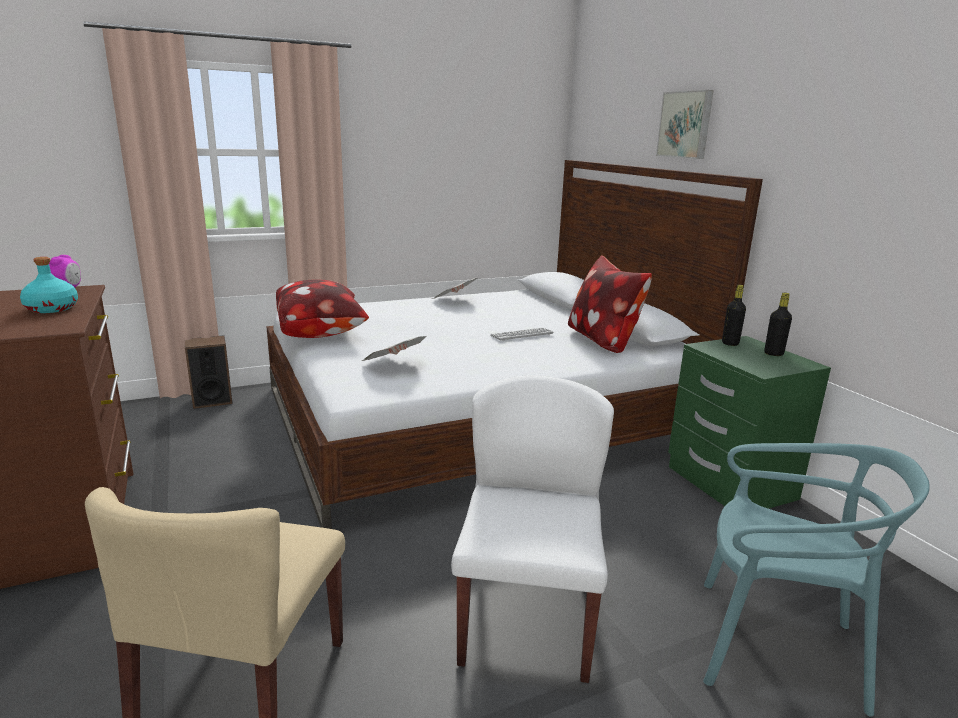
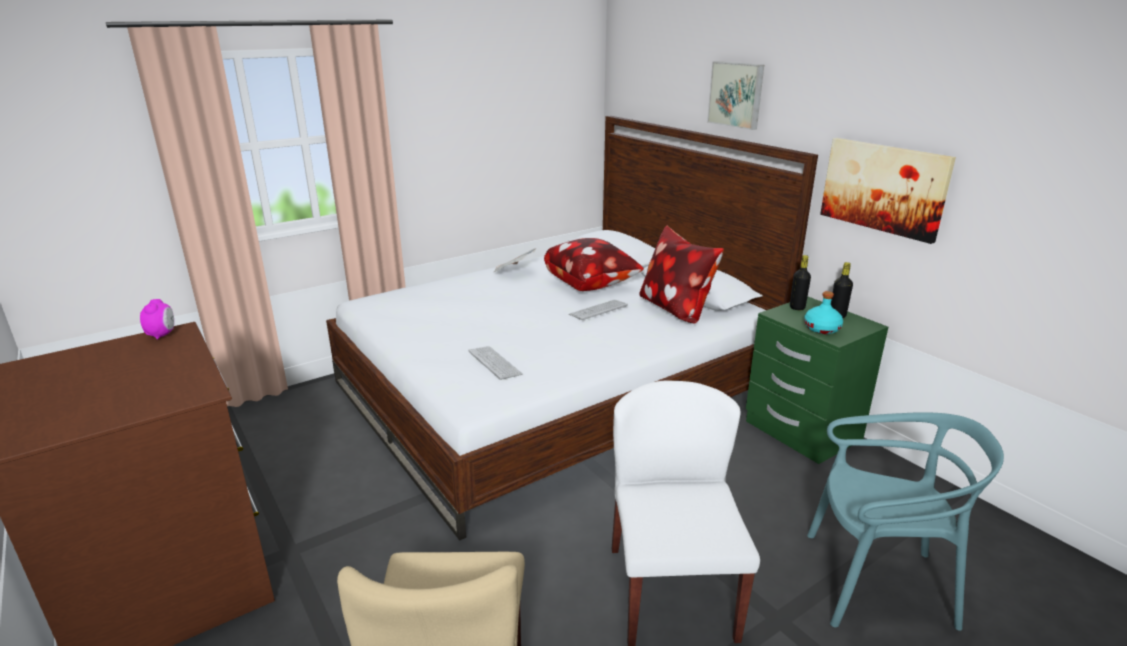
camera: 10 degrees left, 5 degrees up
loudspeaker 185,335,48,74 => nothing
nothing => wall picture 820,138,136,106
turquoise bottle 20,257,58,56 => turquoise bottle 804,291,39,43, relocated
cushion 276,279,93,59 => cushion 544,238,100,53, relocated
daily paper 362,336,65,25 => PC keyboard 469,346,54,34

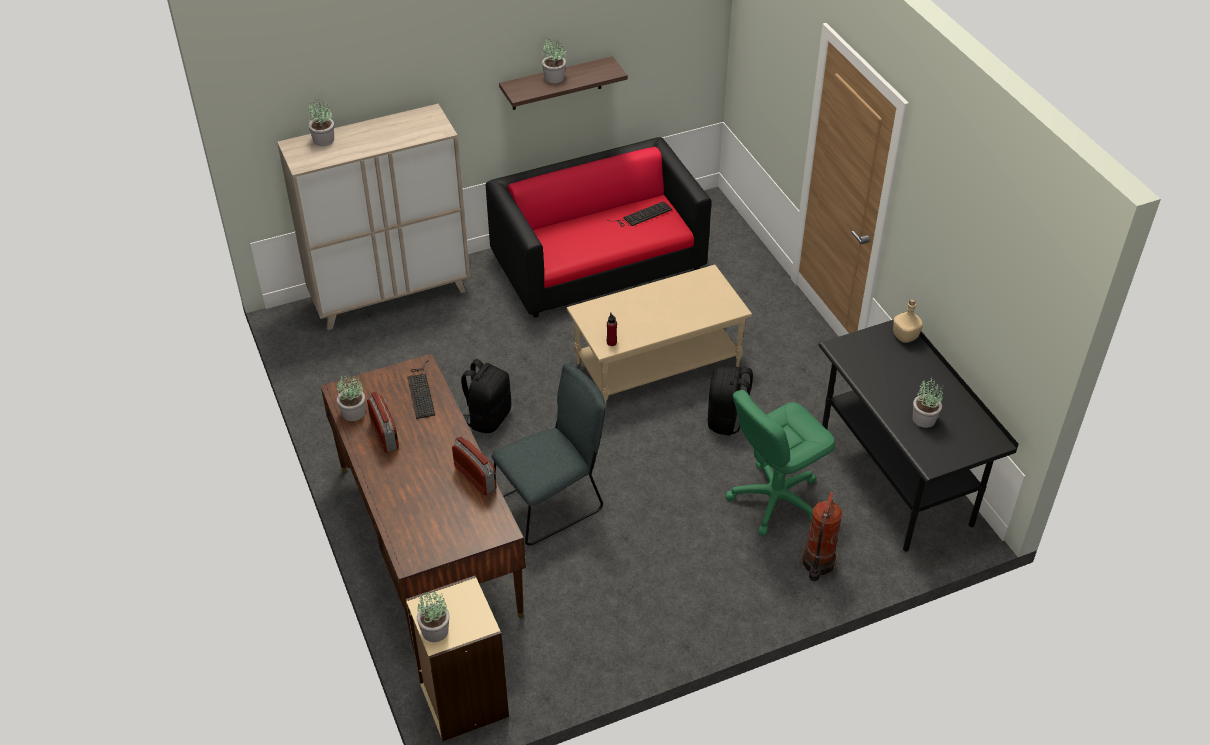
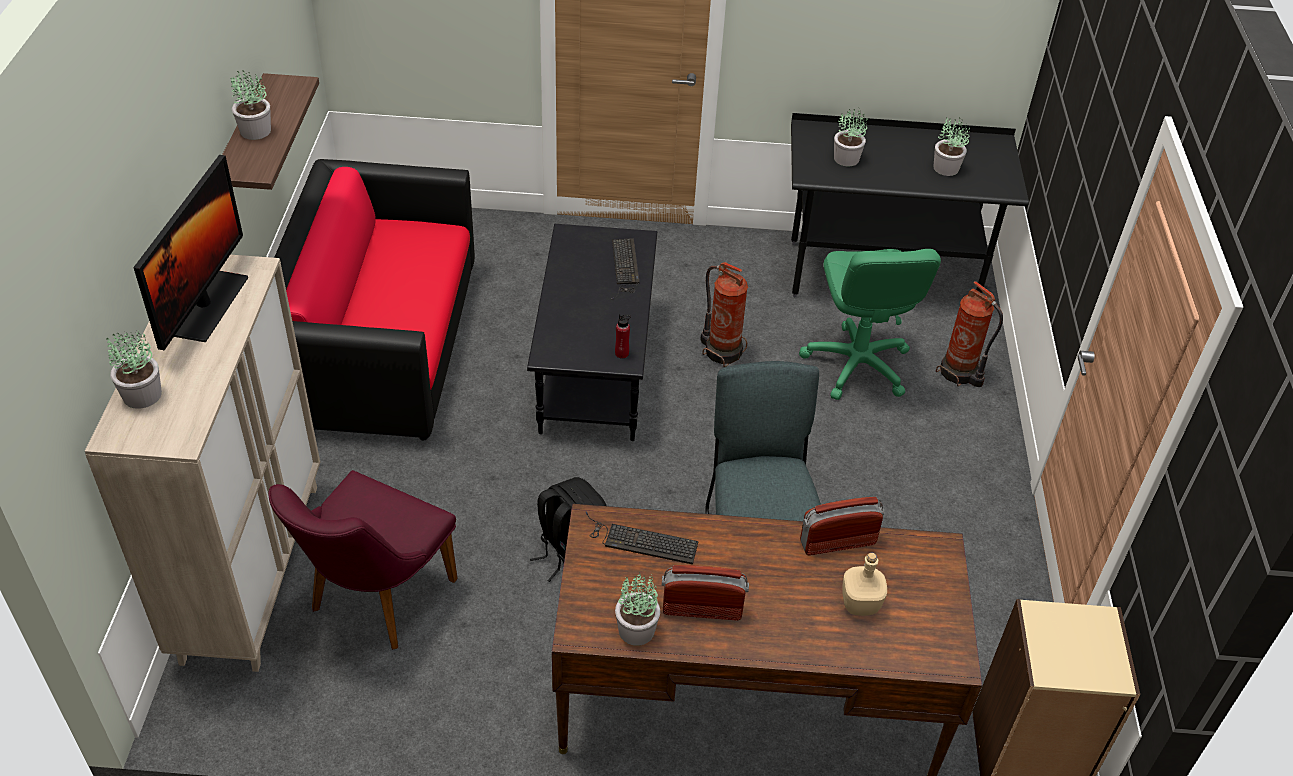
camera: 65 degrees left, 0 degrees up
nothing => monitor 134,155,114,195
nothing => purple-coloured upright chair 268,470,190,180
houseplant 417,591,33,51 => houseplant 834,108,34,58, relocated
PC keyboard 607,201,65,26 => PC keyboard 612,238,27,61, relocated
sand-coloured bottle 893,299,30,44 => sand-coloured bottle 842,552,45,64, relocated
blackish backpack 708,367,45,69 => fire extinguisher 700,262,48,105
sand-coloured low table 567,265,185,138 => blackish low table 527,224,130,217

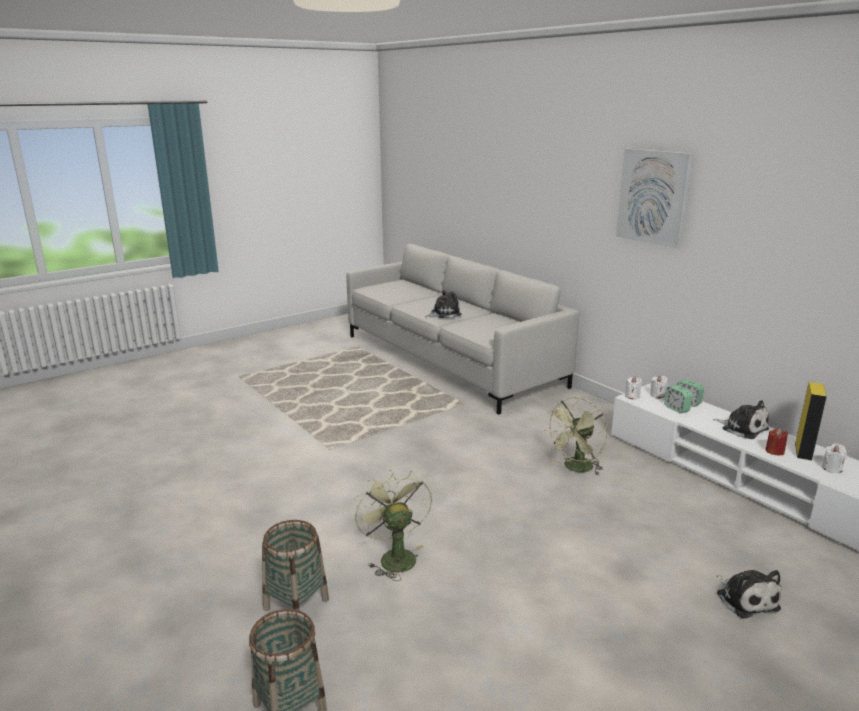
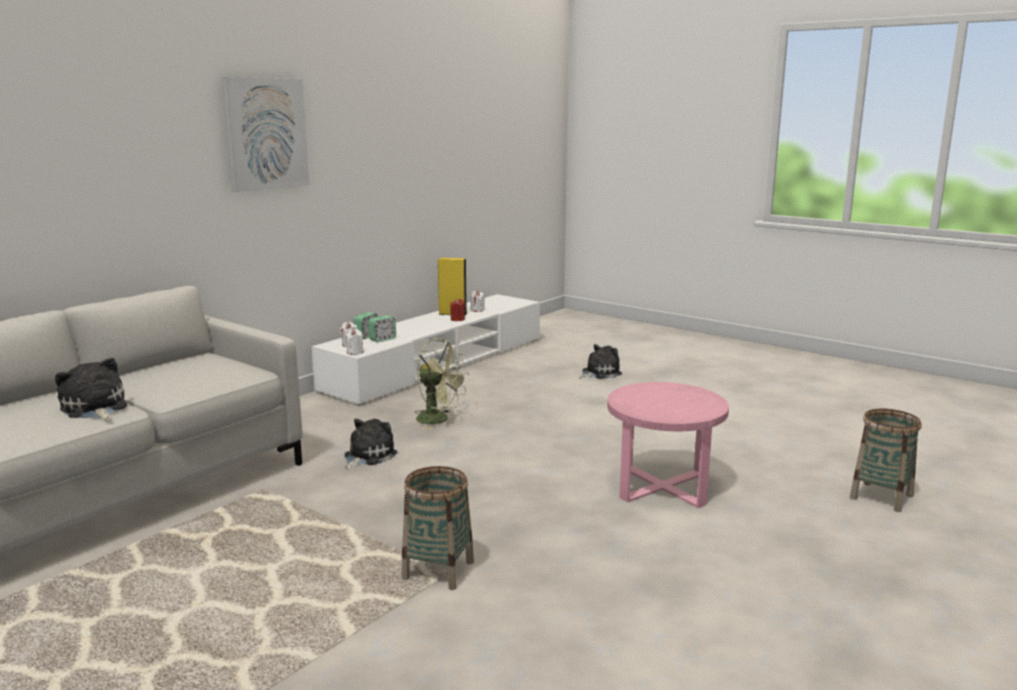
camera: 105 degrees left, 5 degrees down
storage basket 262,520,67,91 => storage basket 402,466,72,124, relocated
soft toy 713,400,56,39 => soft toy 344,419,53,50, relocated
greenish cooling fan 354,470,78,111 => pinkish accent table 607,382,122,126

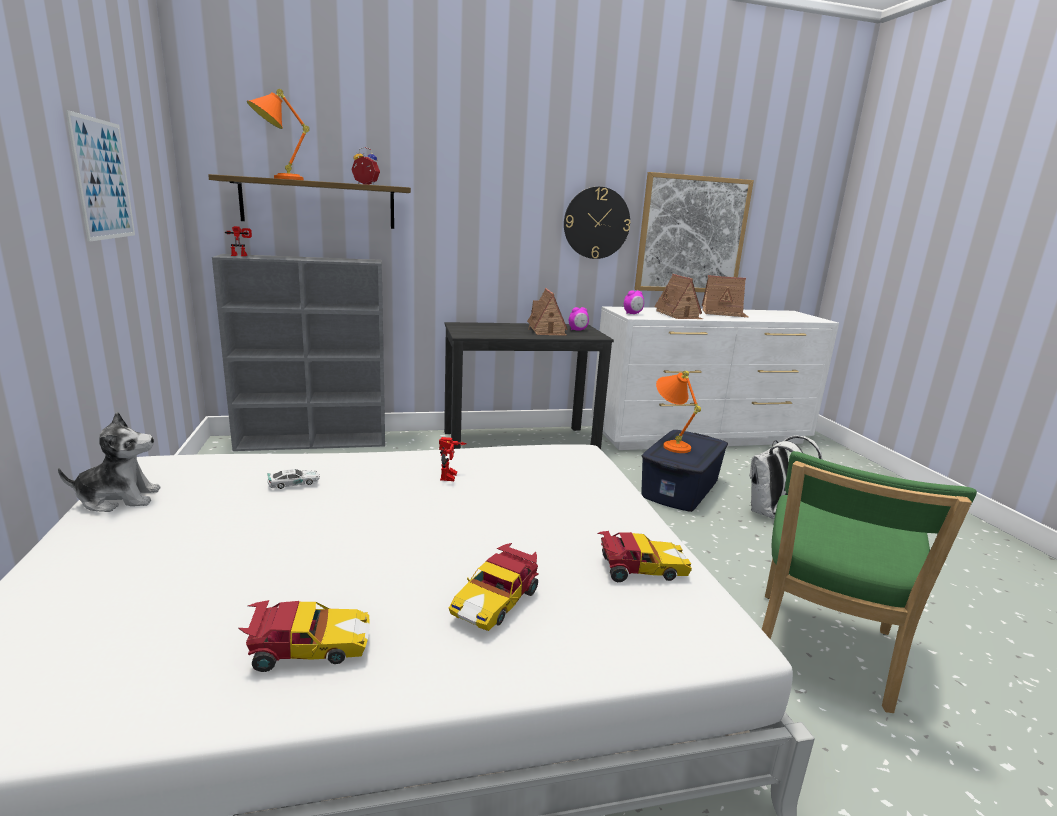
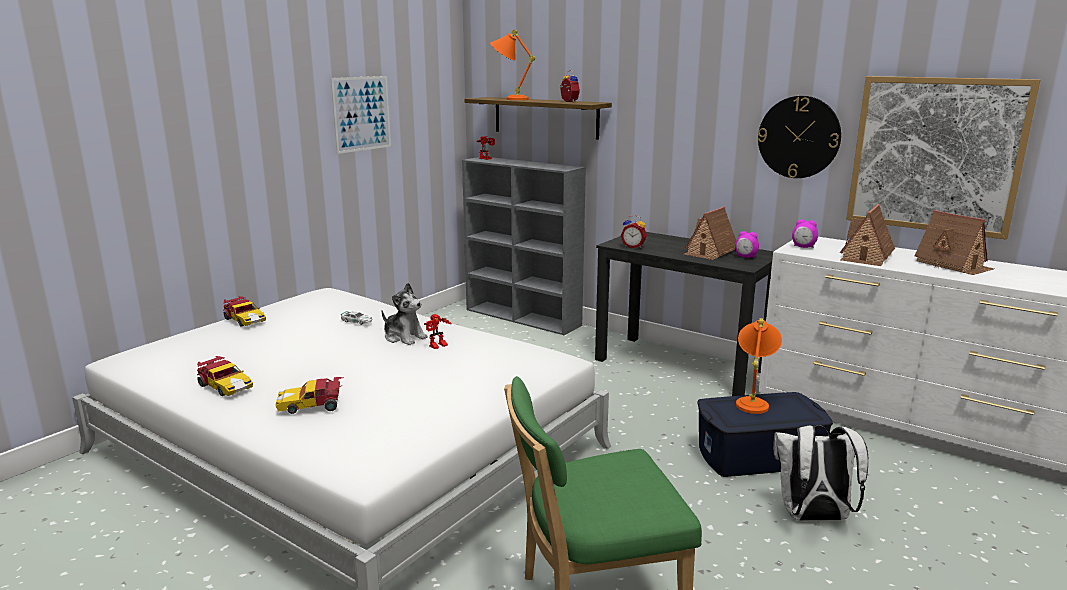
camera: 50 degrees right, 0 degrees up
nothing => bedside clock 620,215,27,33
soft toy 58,412,103,100 => soft toy 382,283,46,62, relocated
model car 597,531,95,51 => model car 223,296,43,31, relocated

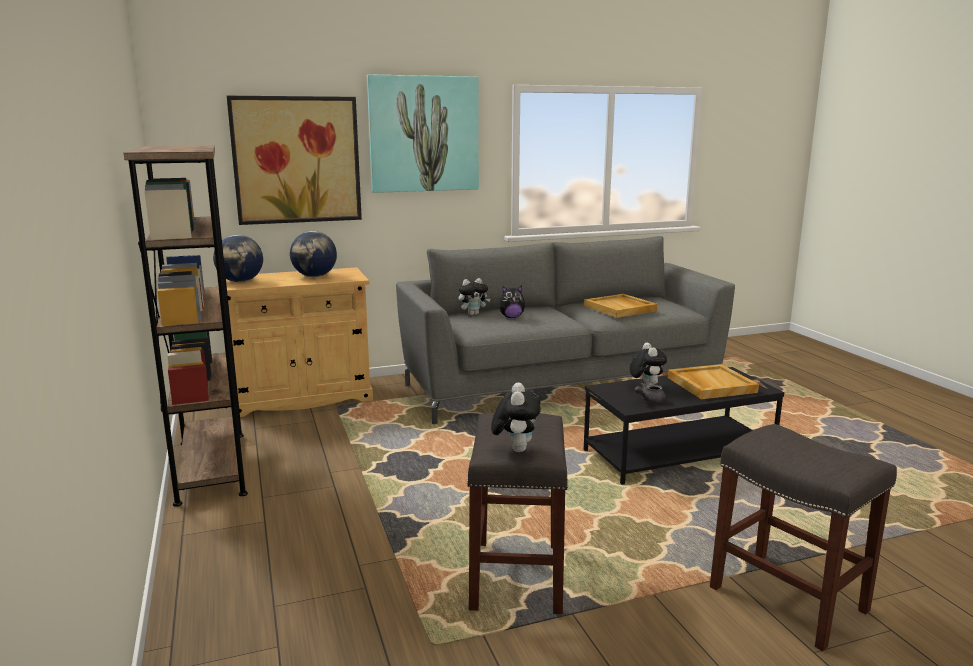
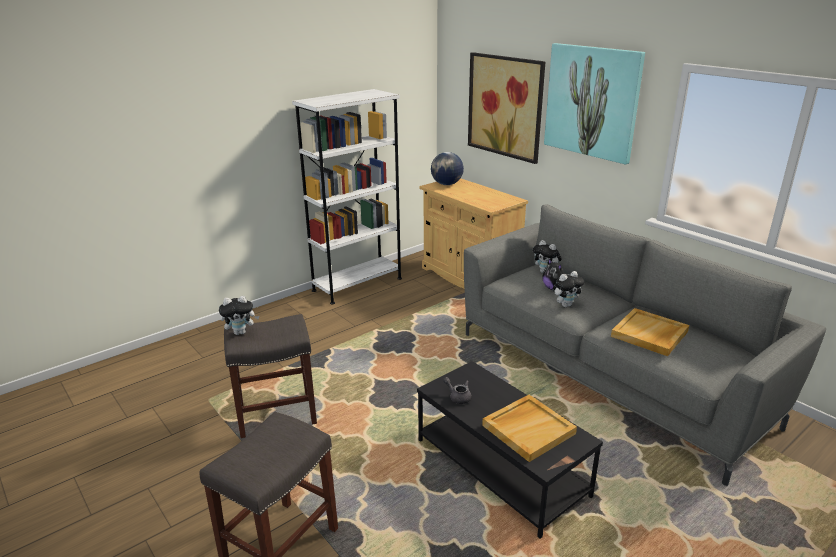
camera: 70 degrees right, 10 degrees up
globe 290,231,47,46 => nothing
soft toy 630,343,37,44 => soft toy 552,271,32,36, relocated
brown-coloured bookcase 124,146,124,361 => white bookcase 292,89,110,216

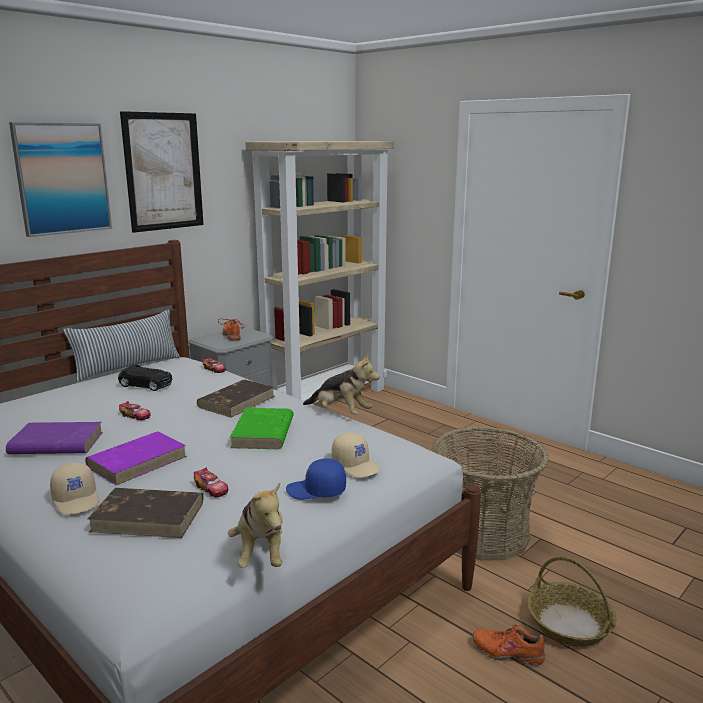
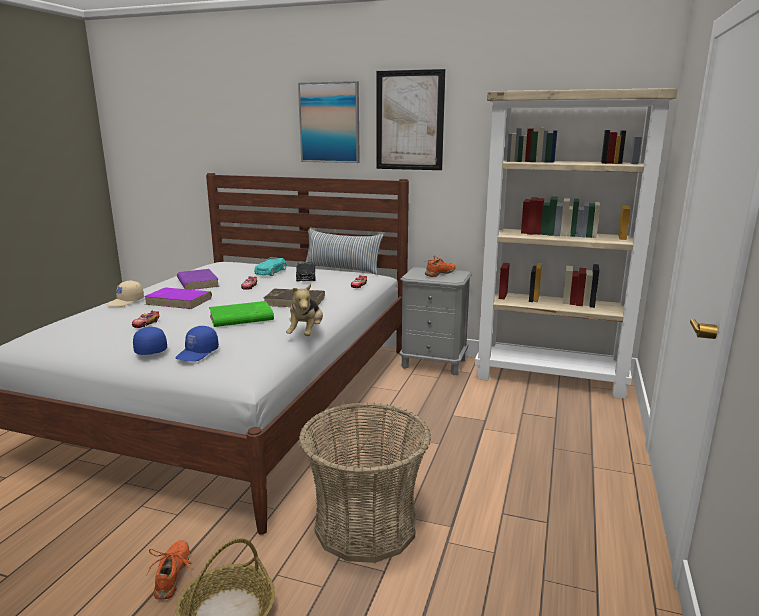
camera: 65 degrees right, 0 degrees up
brown-coloured bound book 87,488,116,50 => nothing
soft toy 228,483,55,85 => nothing
nothing => turquoise model car 254,257,33,19
sand-coloured peaked cap 331,433,49,45 => blue-coloured peaked cap 175,326,44,36

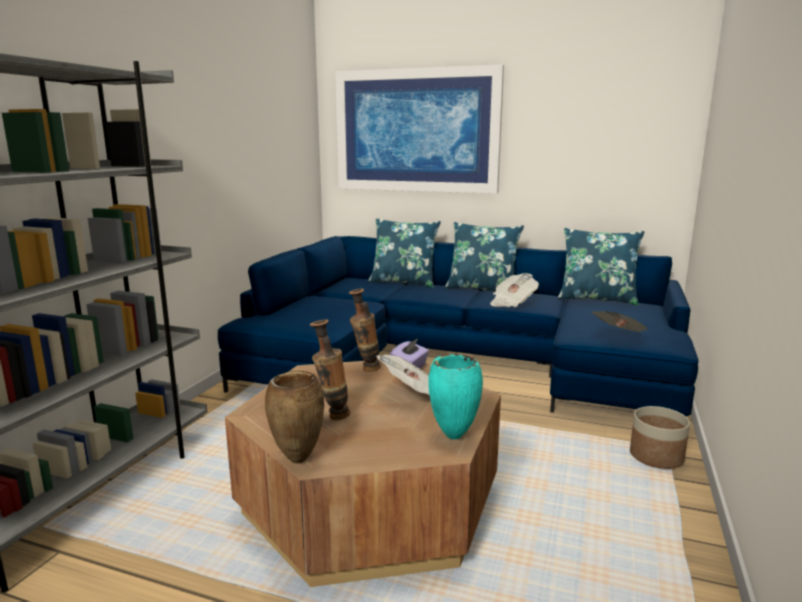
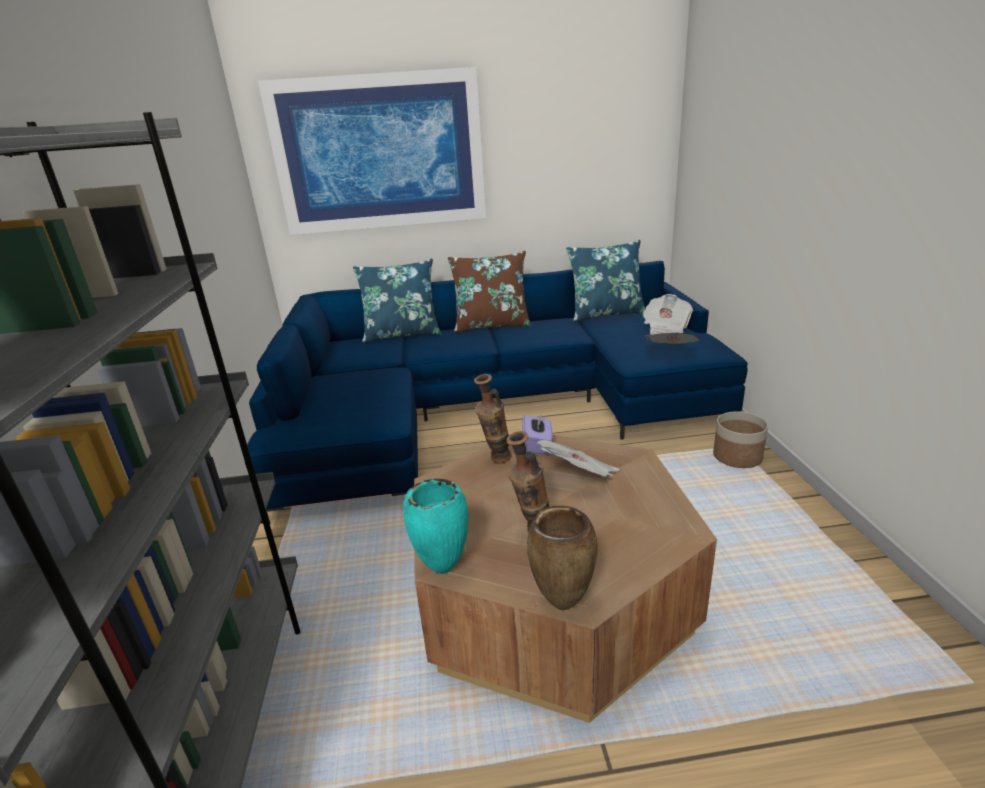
camera: 25 degrees left, 10 degrees up
turquoise flower vase 428,354,55,86 => turquoise flower vase 403,479,66,95, relocated
daily paper 490,273,49,34 => daily paper 643,294,50,41, relocated
blue-coloured cushion 445,222,79,69 => brown-coloured cushion 448,251,83,82

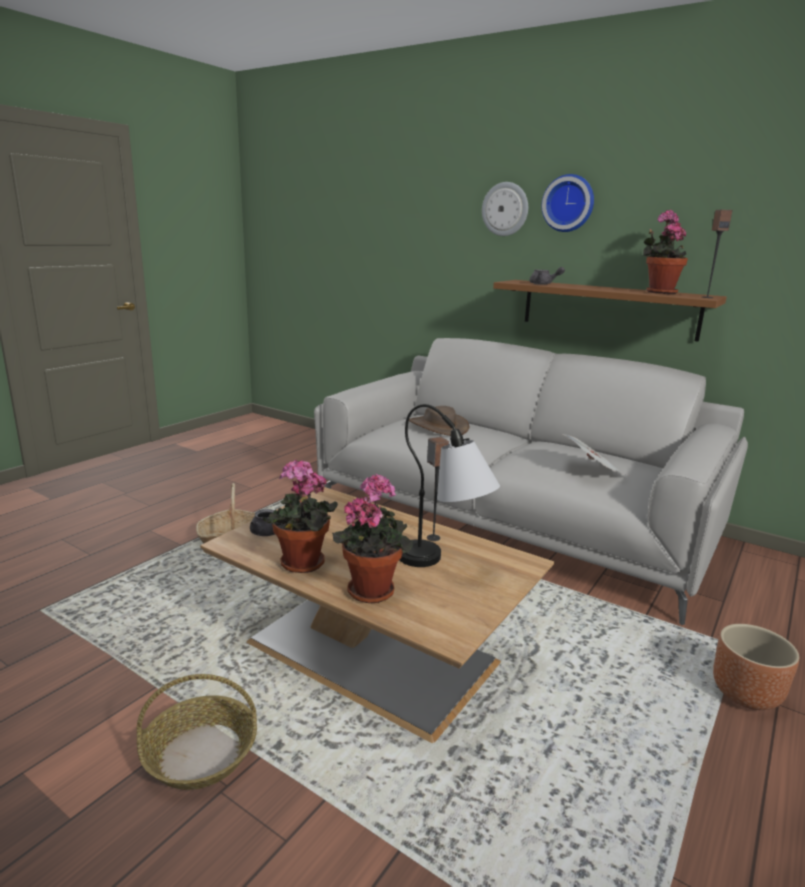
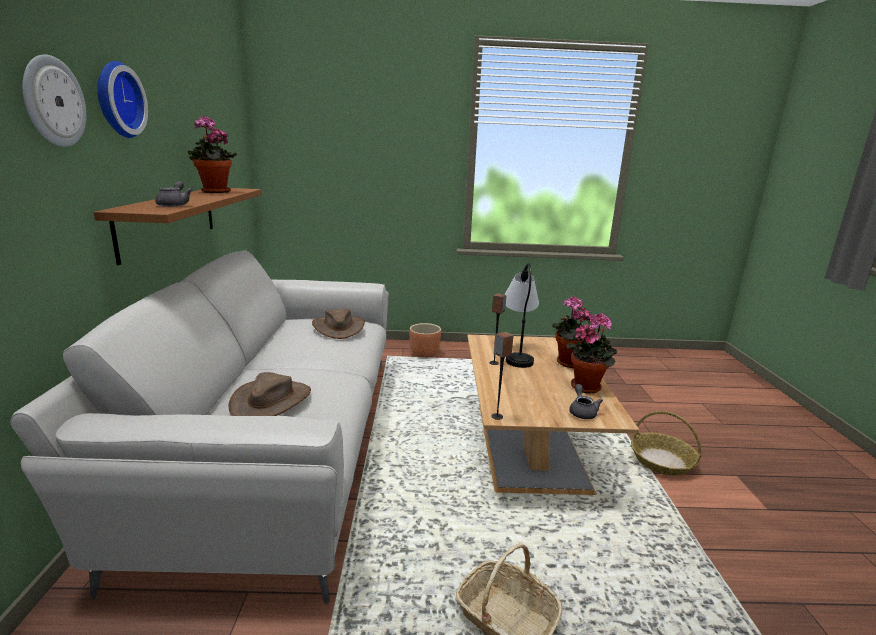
camera: 125 degrees left, 0 degrees up
loudspeaker 702,210,30,88 => loudspeaker 492,332,21,88, relocated
daily paper 563,434,67,42 => brown-coloured clothing hat 312,308,53,31

